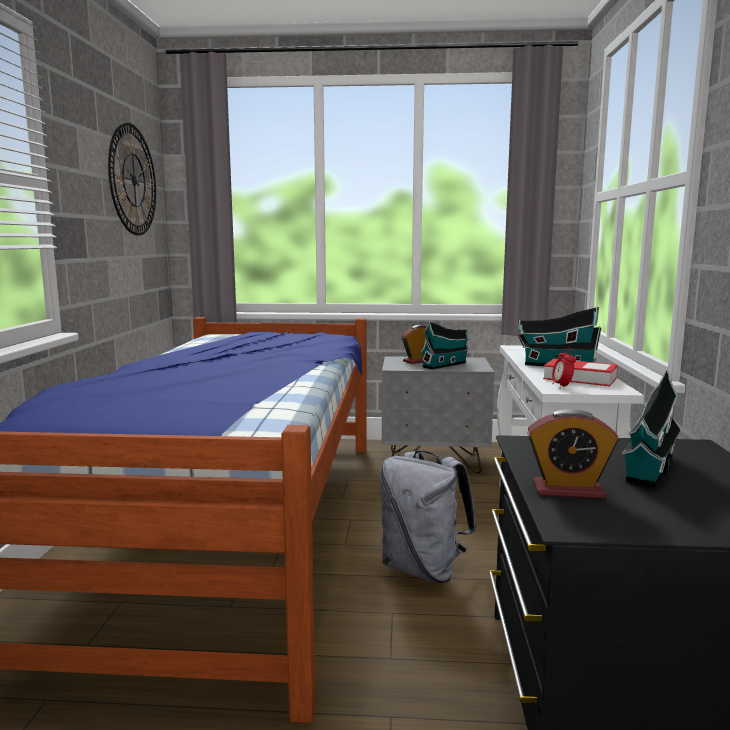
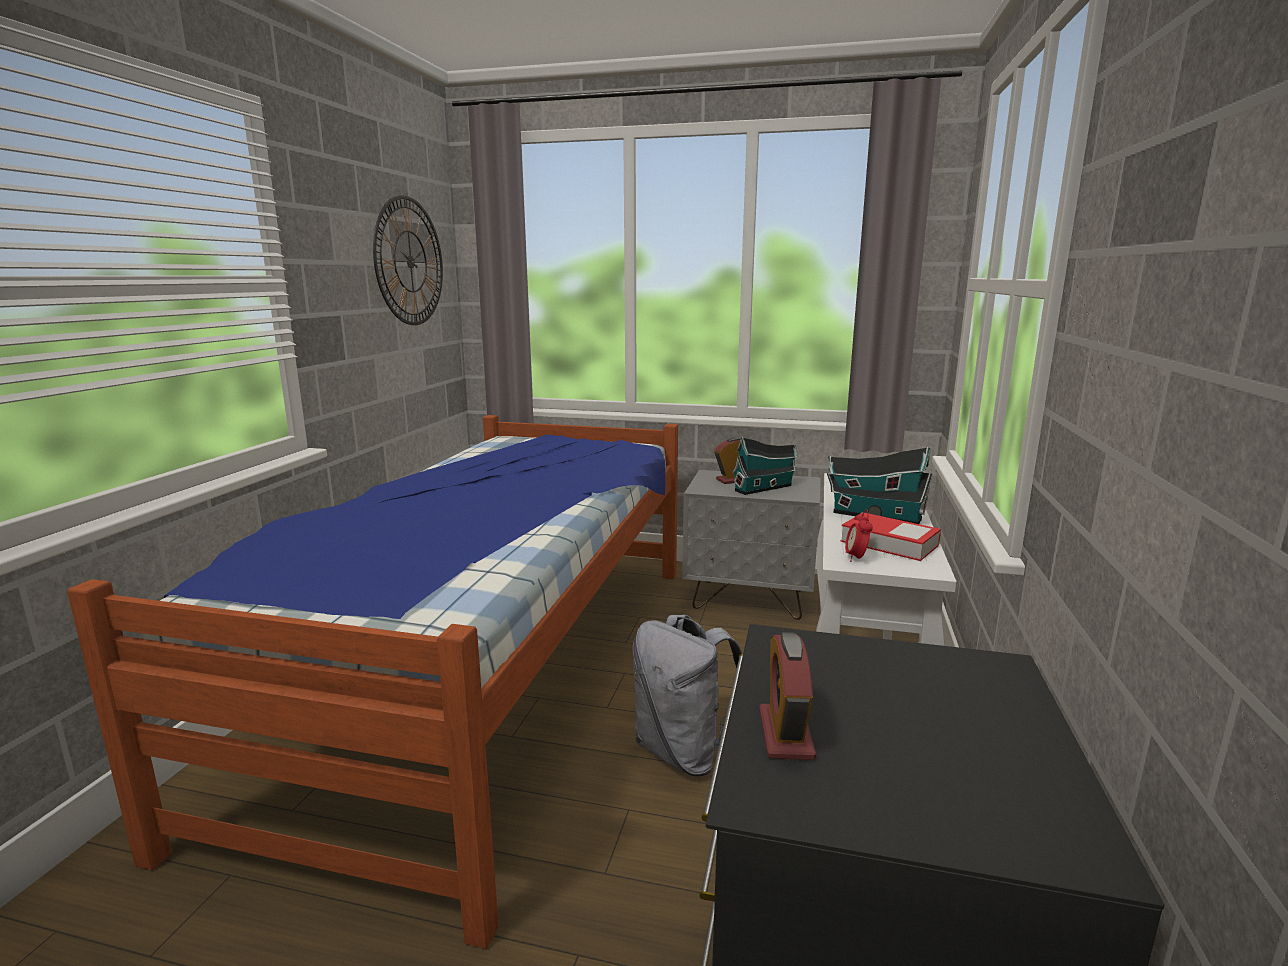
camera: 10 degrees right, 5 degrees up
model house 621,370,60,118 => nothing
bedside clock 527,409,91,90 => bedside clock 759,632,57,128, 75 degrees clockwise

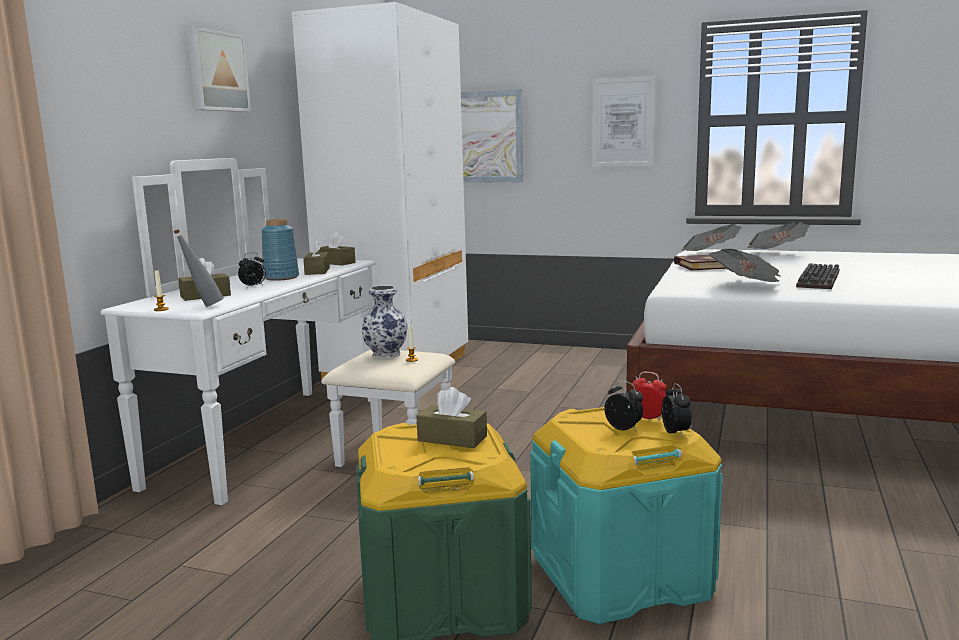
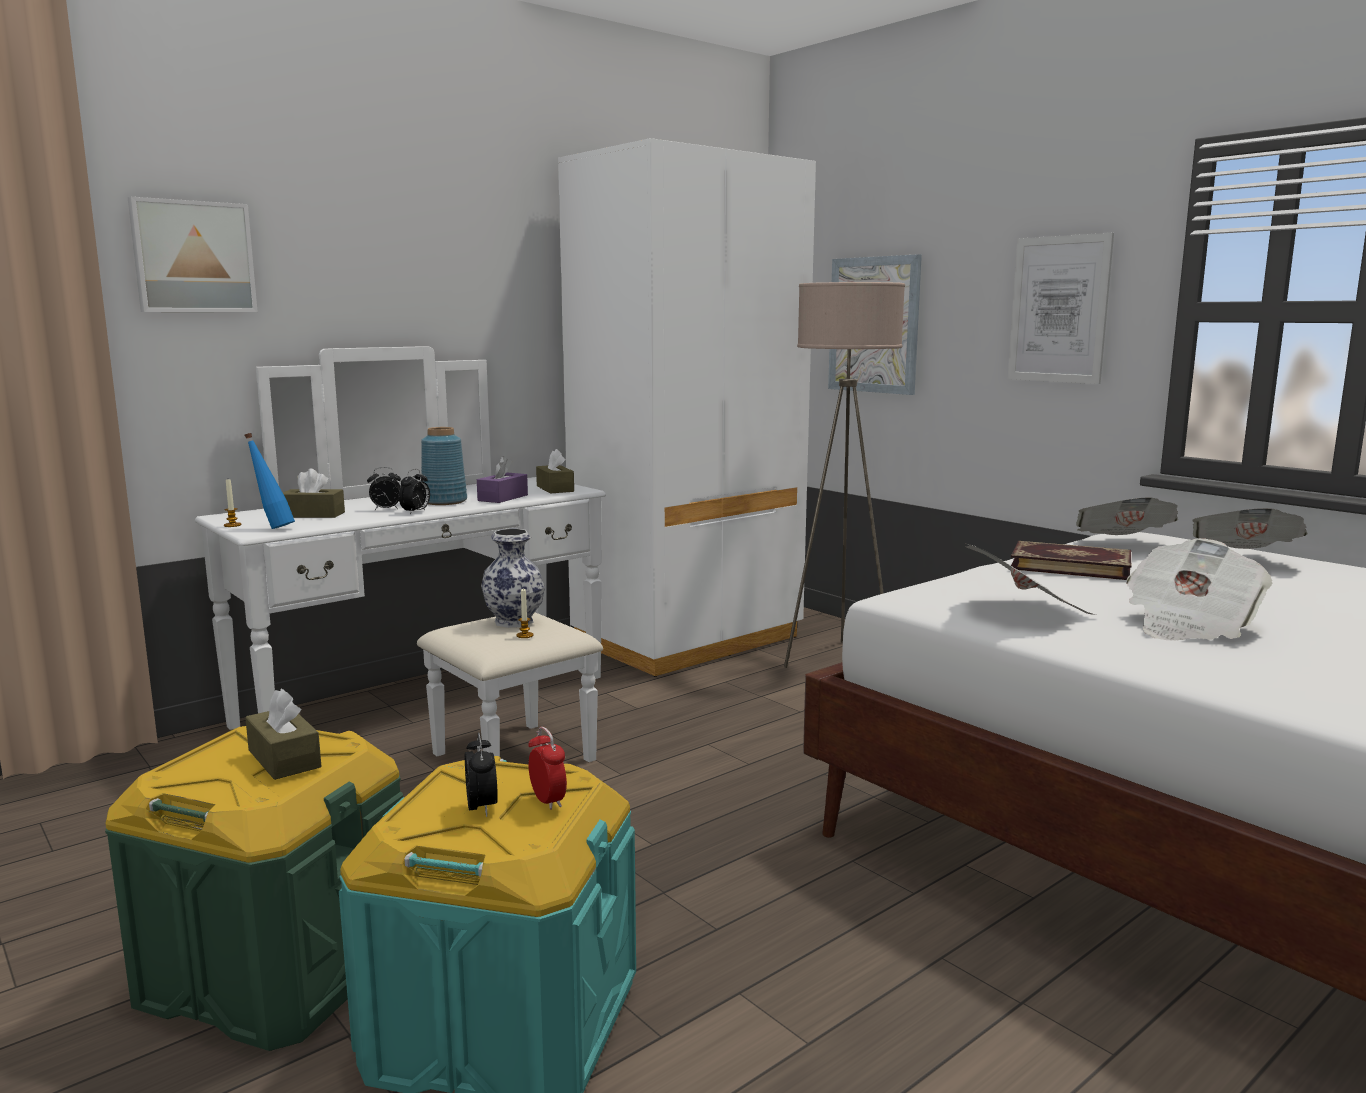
camera: 30 degrees right, 0 degrees up
nothing => sand-coloured floor lamp 784,282,121,386
wall picture 187,27,64,85 => wall picture 128,197,130,115, relocated
bedside clock 662,383,29,55 => bedside clock 399,469,31,45, relocated
PC keyboard 796,263,43,26 => daily paper 1126,538,147,102
gray bottle 173,229,51,78 => blue-coloured bottle 244,433,51,96
brown-coloured box of tissues 303,239,27,36 => purple-coloured box of tissues 477,456,51,47

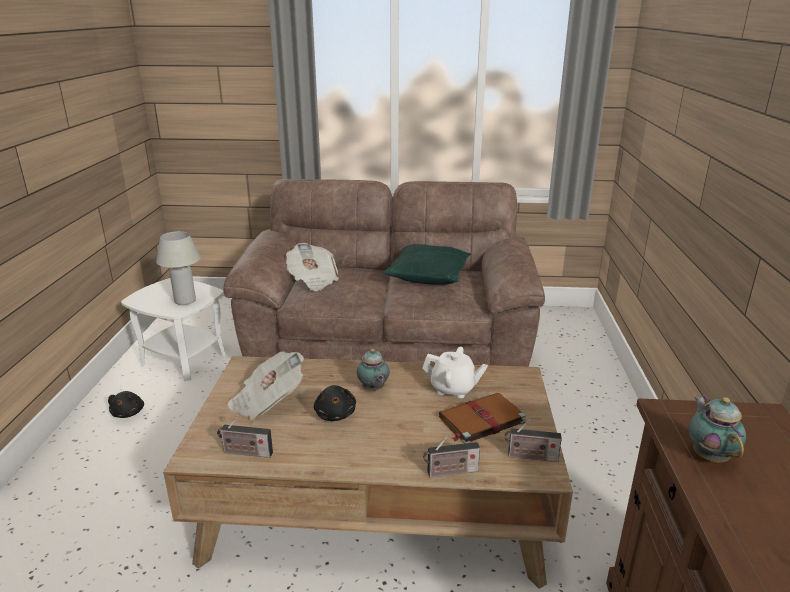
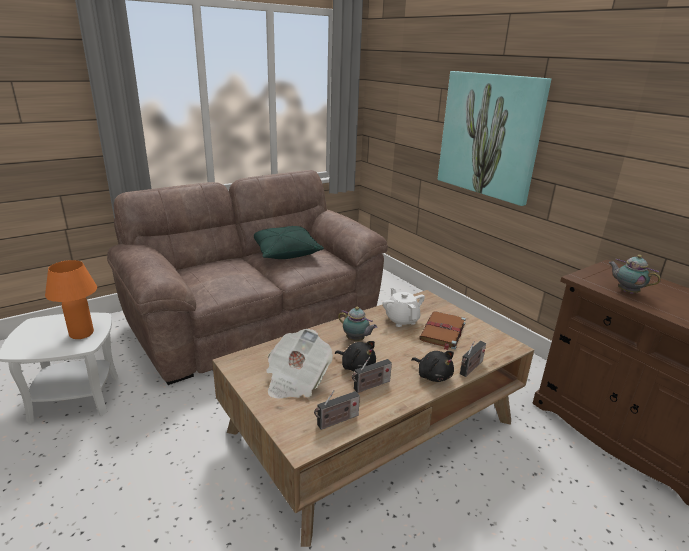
camera: 40 degrees left, 0 degrees up
daily paper 286,243,53,48 => nothing
nothing => wall picture 438,71,113,135
blackish soft toy 108,391,36,27 => blackish soft toy 411,351,43,31, relocated
radio 505,419,57,43 => radio 352,357,40,36, relocated
white tabletop lamp 156,231,45,74 => orange tabletop lamp 45,260,52,79
white tea pot 422,347,66,51 => white tea pot 382,288,43,39, 90 degrees counterclockwise

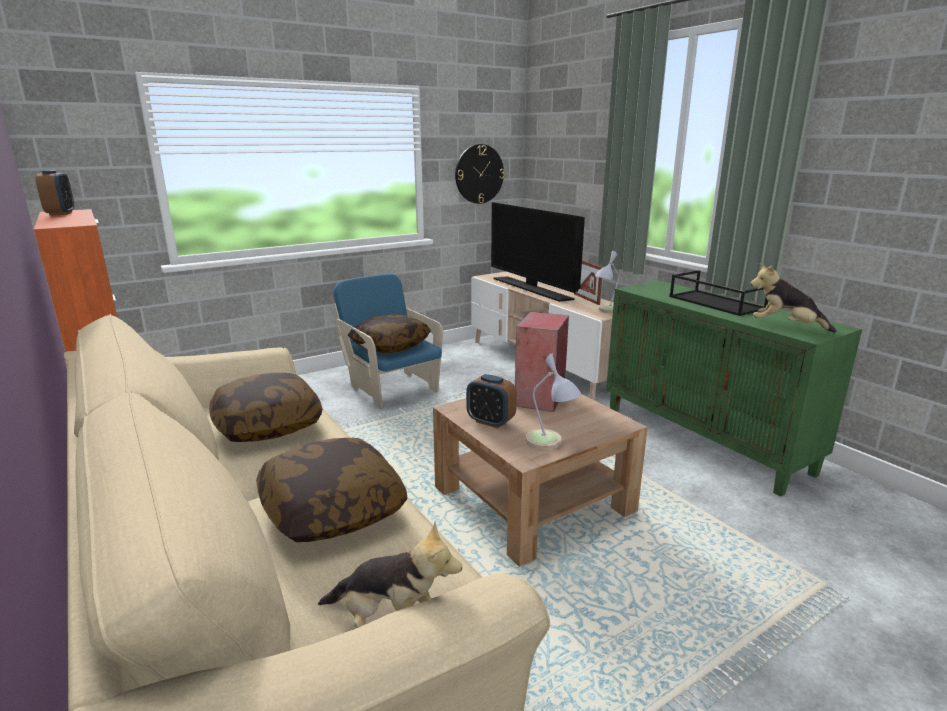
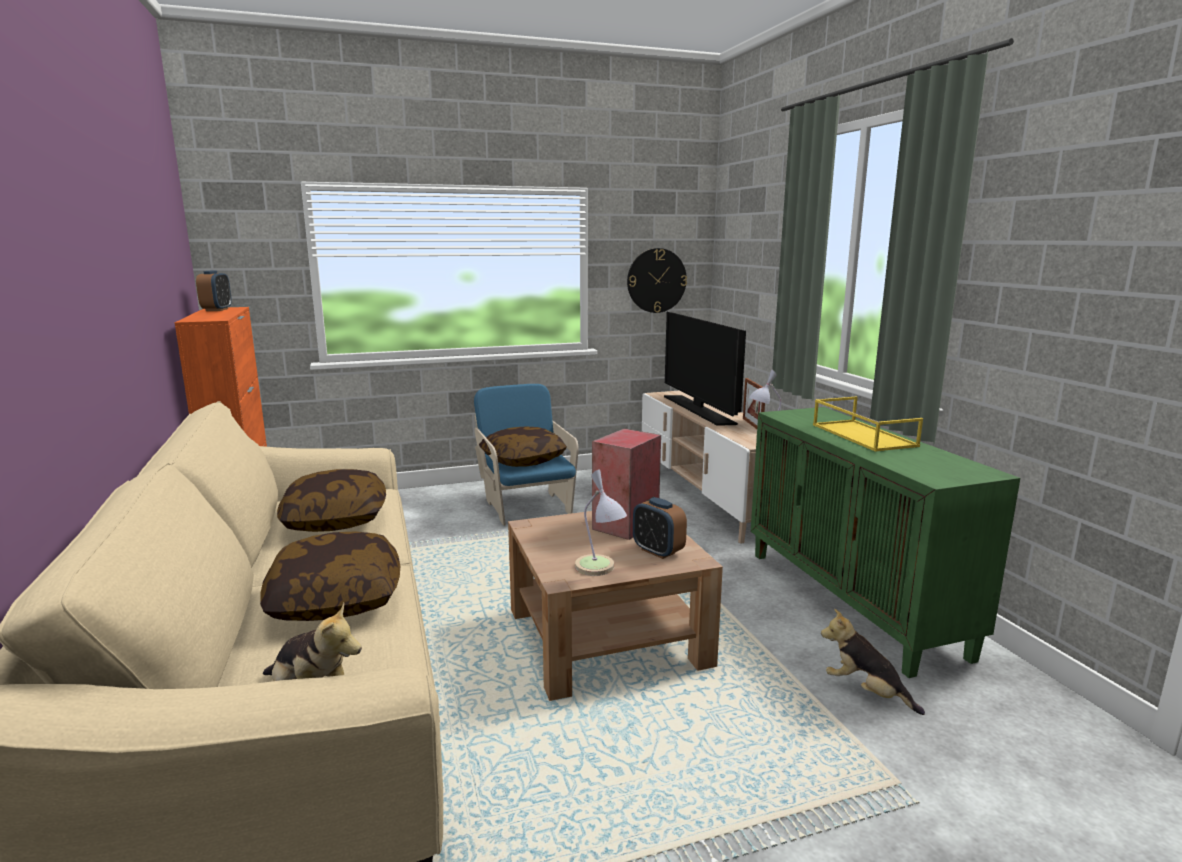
camera: 15 degrees right, 5 degrees down
bedside clock 466,374,51,54 => bedside clock 633,497,54,62, relocated
soft toy 750,263,86,70 => soft toy 821,609,104,106, relocated
blackish serving tray 669,270,99,46 => yellow serving tray 813,397,110,55

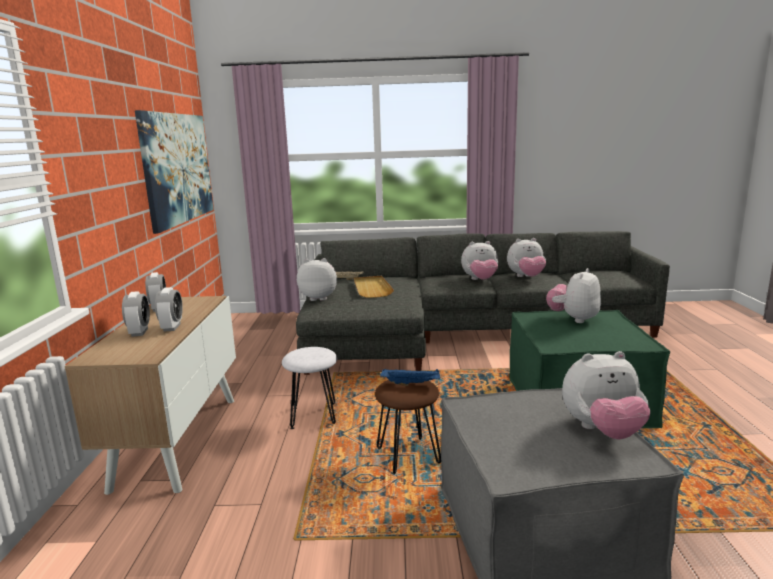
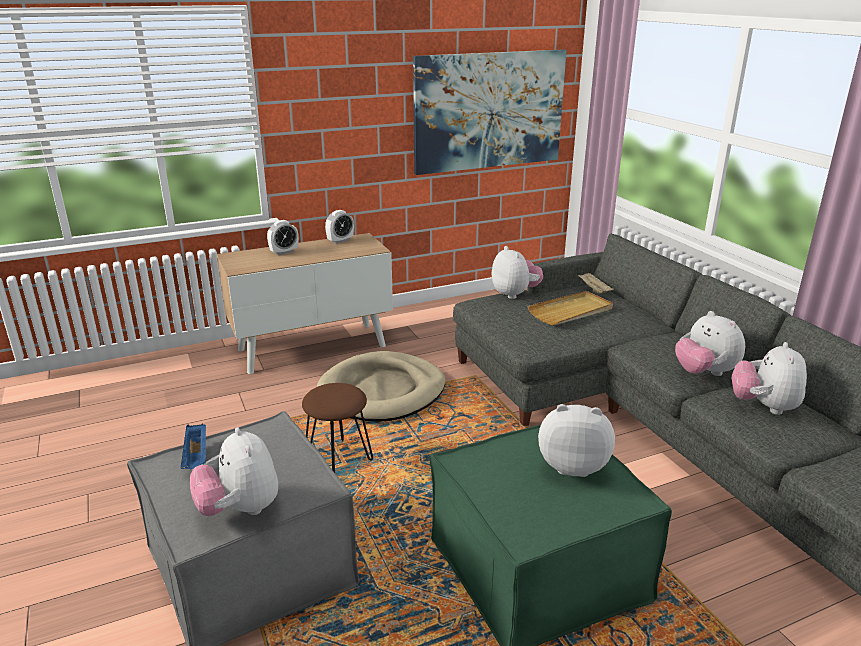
camera: 65 degrees right, 10 degrees up
bedside clock 155,287,28,44 => nothing
blue-coloured serving tray 380,369,60,17 => blue-coloured serving tray 181,424,25,45, relocated
white stool seat 282,347,55,82 => sand-coloured pet bed 317,351,128,71
soft toy 507,238,39,39 => soft toy 732,342,75,73, 45 degrees clockwise

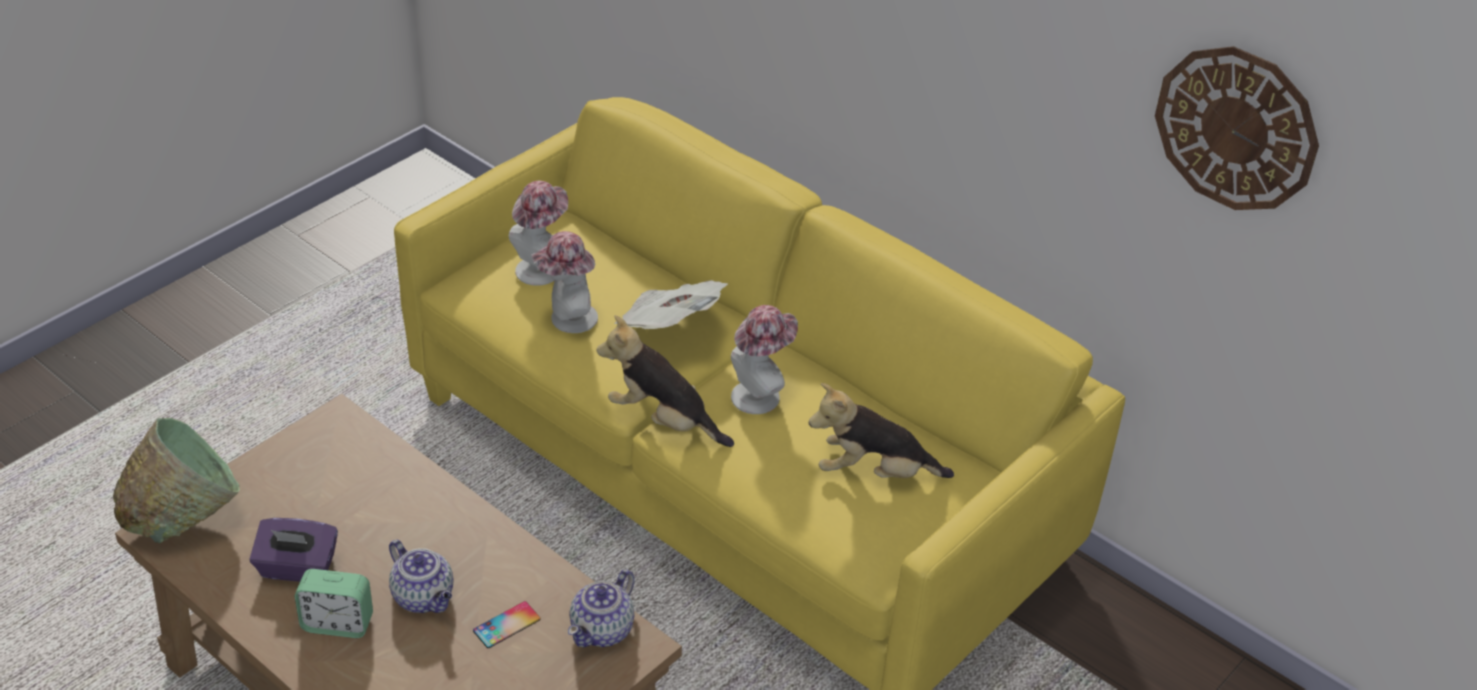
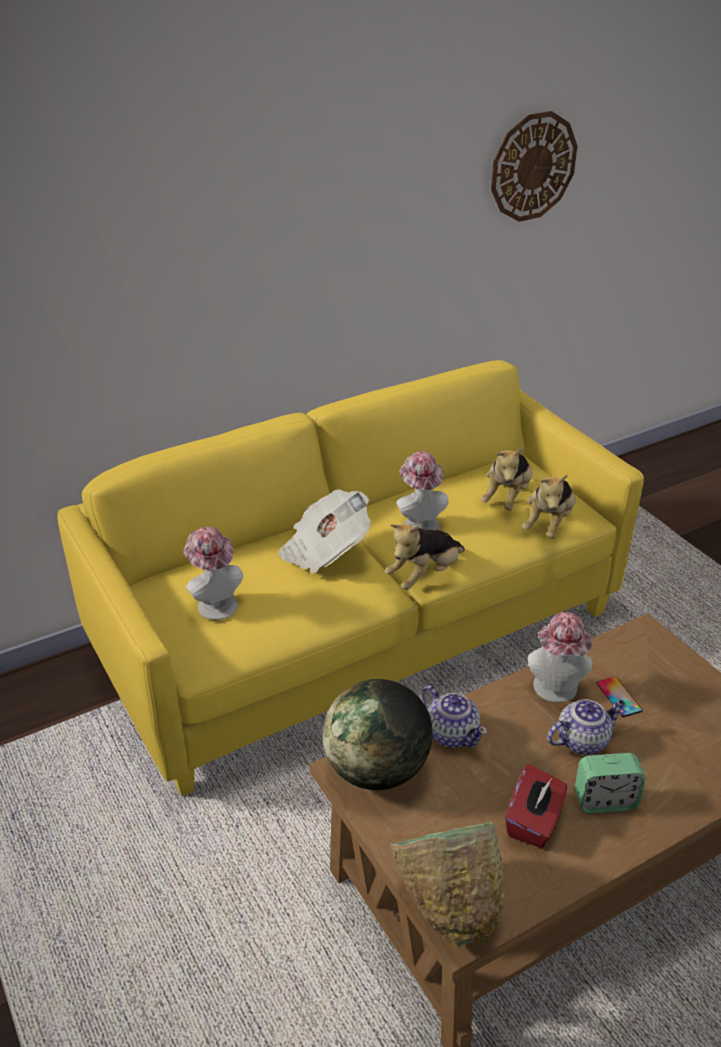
camera: 70 degrees left, 5 degrees down
nothing => globe 322,679,110,111
nothing => soft toy 522,474,54,65
clothing hat 531,231,67,102 => clothing hat 528,612,65,91, relocated
tea pot 568,569,67,78 => tea pot 422,685,65,63, relocated
purple-coloured box of tissues 249,518,89,64 => reddish box of tissues 505,764,62,84
bedside clock 295,569,78,69 => bedside clock 575,753,71,60, 60 degrees clockwise

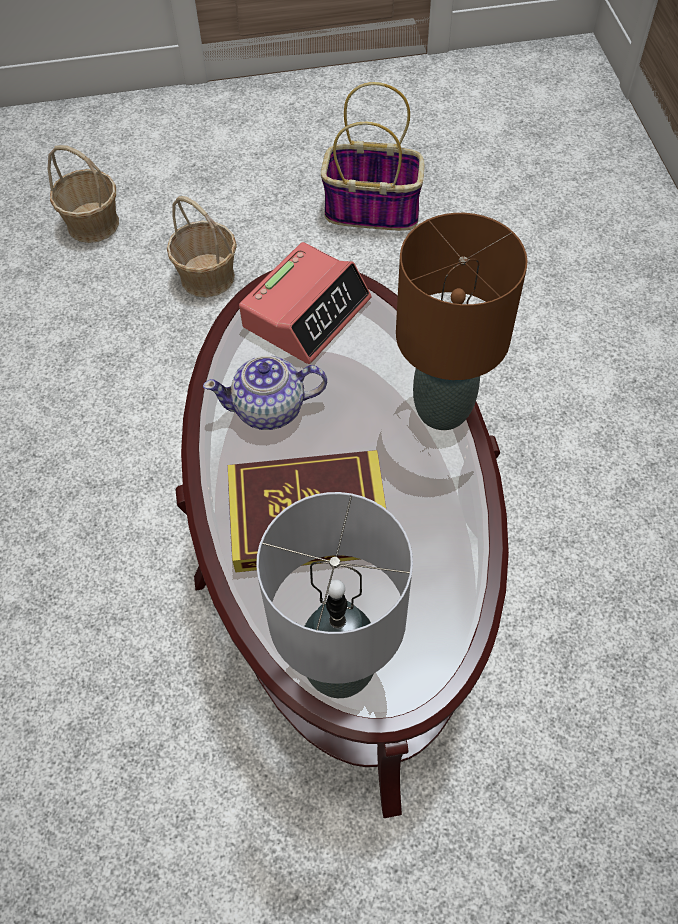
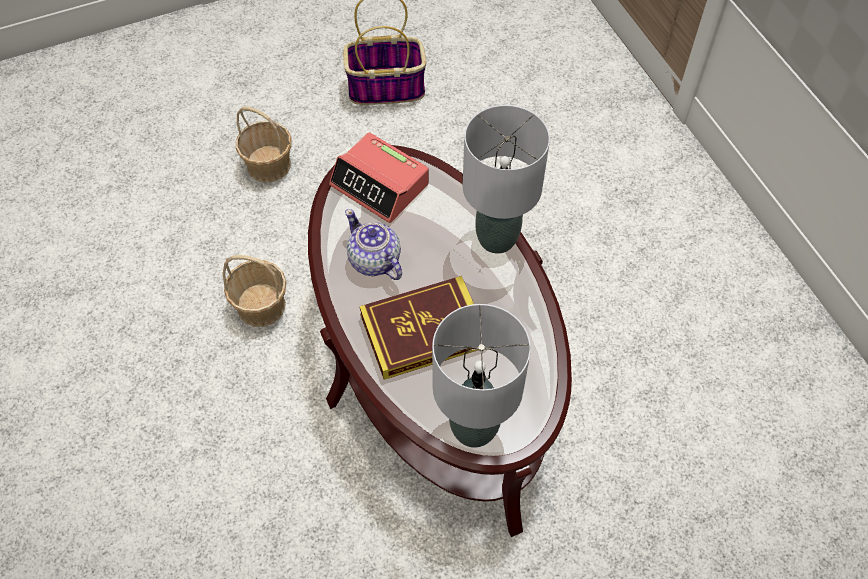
camera: 15 degrees left, 0 degrees up
storage basket 48,145,71,98 => storage basket 223,255,64,72, relocated
brown-coloured tabletop lamp 396,213,131,217 => gray tabletop lamp 462,105,88,149
tea pot 203,356,124,74 => tea pot 345,209,57,71, 75 degrees clockwise
bedside clock 239,242,132,122 => bedside clock 329,132,100,91, 105 degrees clockwise

